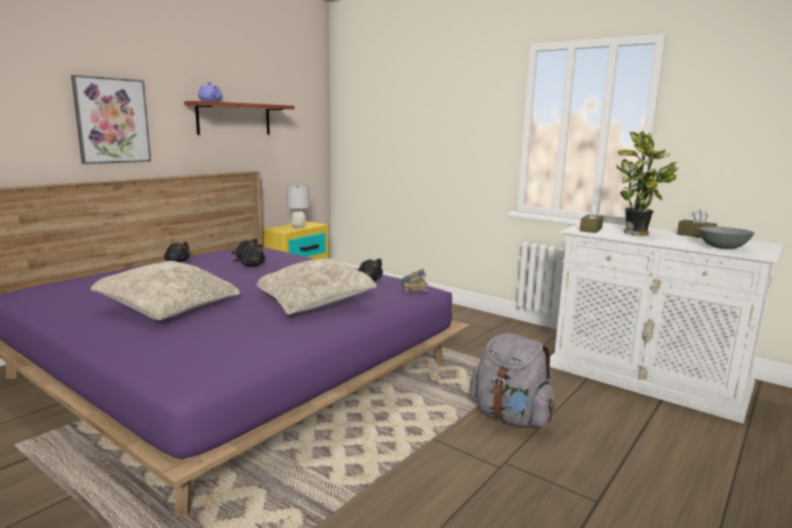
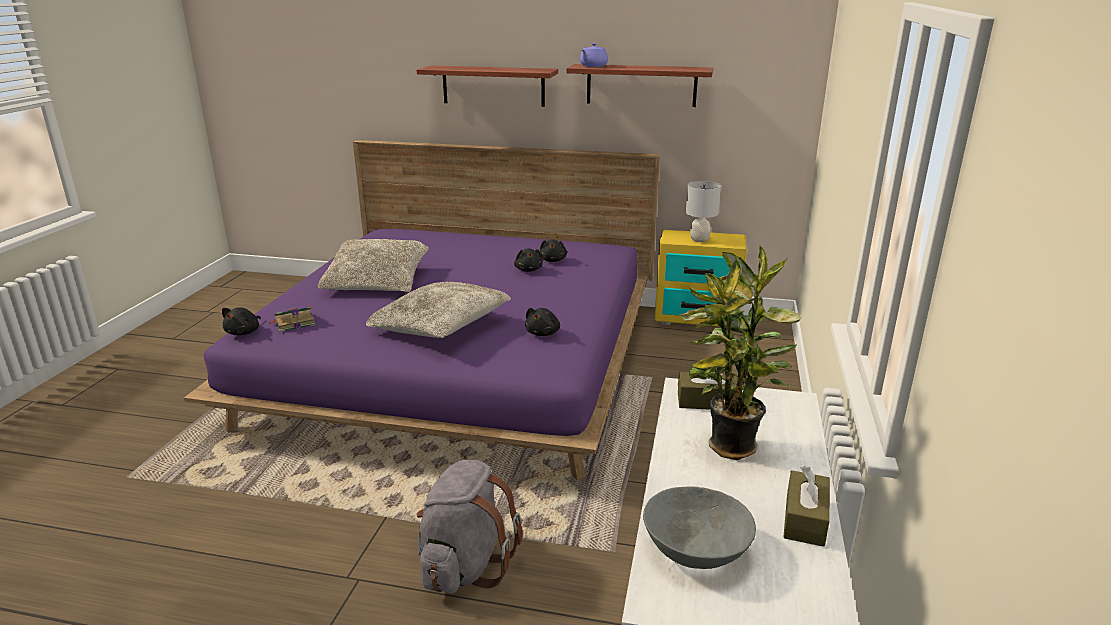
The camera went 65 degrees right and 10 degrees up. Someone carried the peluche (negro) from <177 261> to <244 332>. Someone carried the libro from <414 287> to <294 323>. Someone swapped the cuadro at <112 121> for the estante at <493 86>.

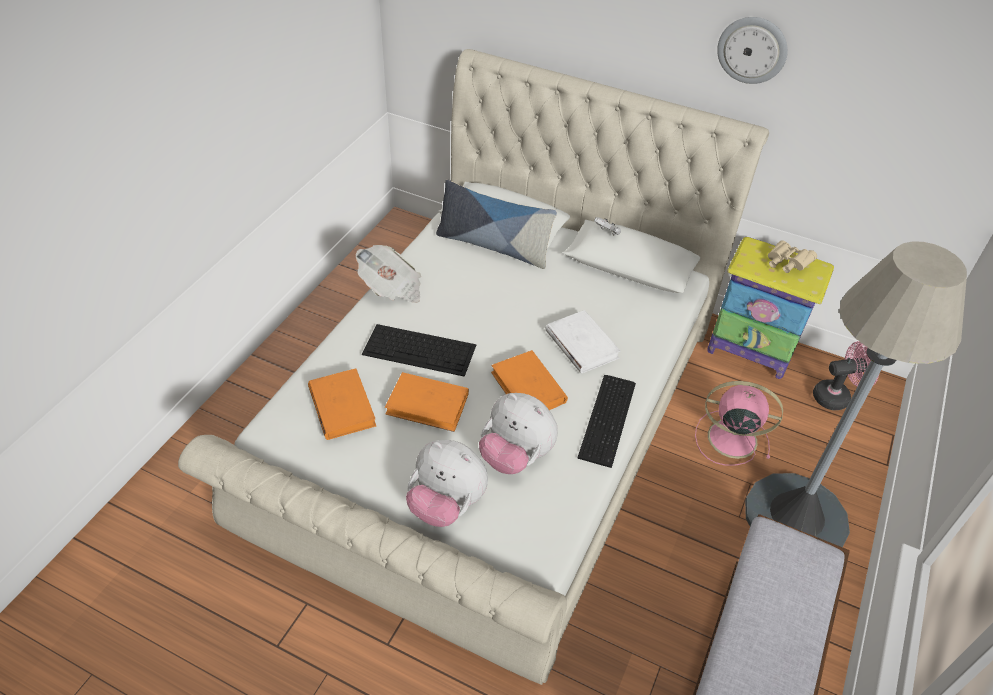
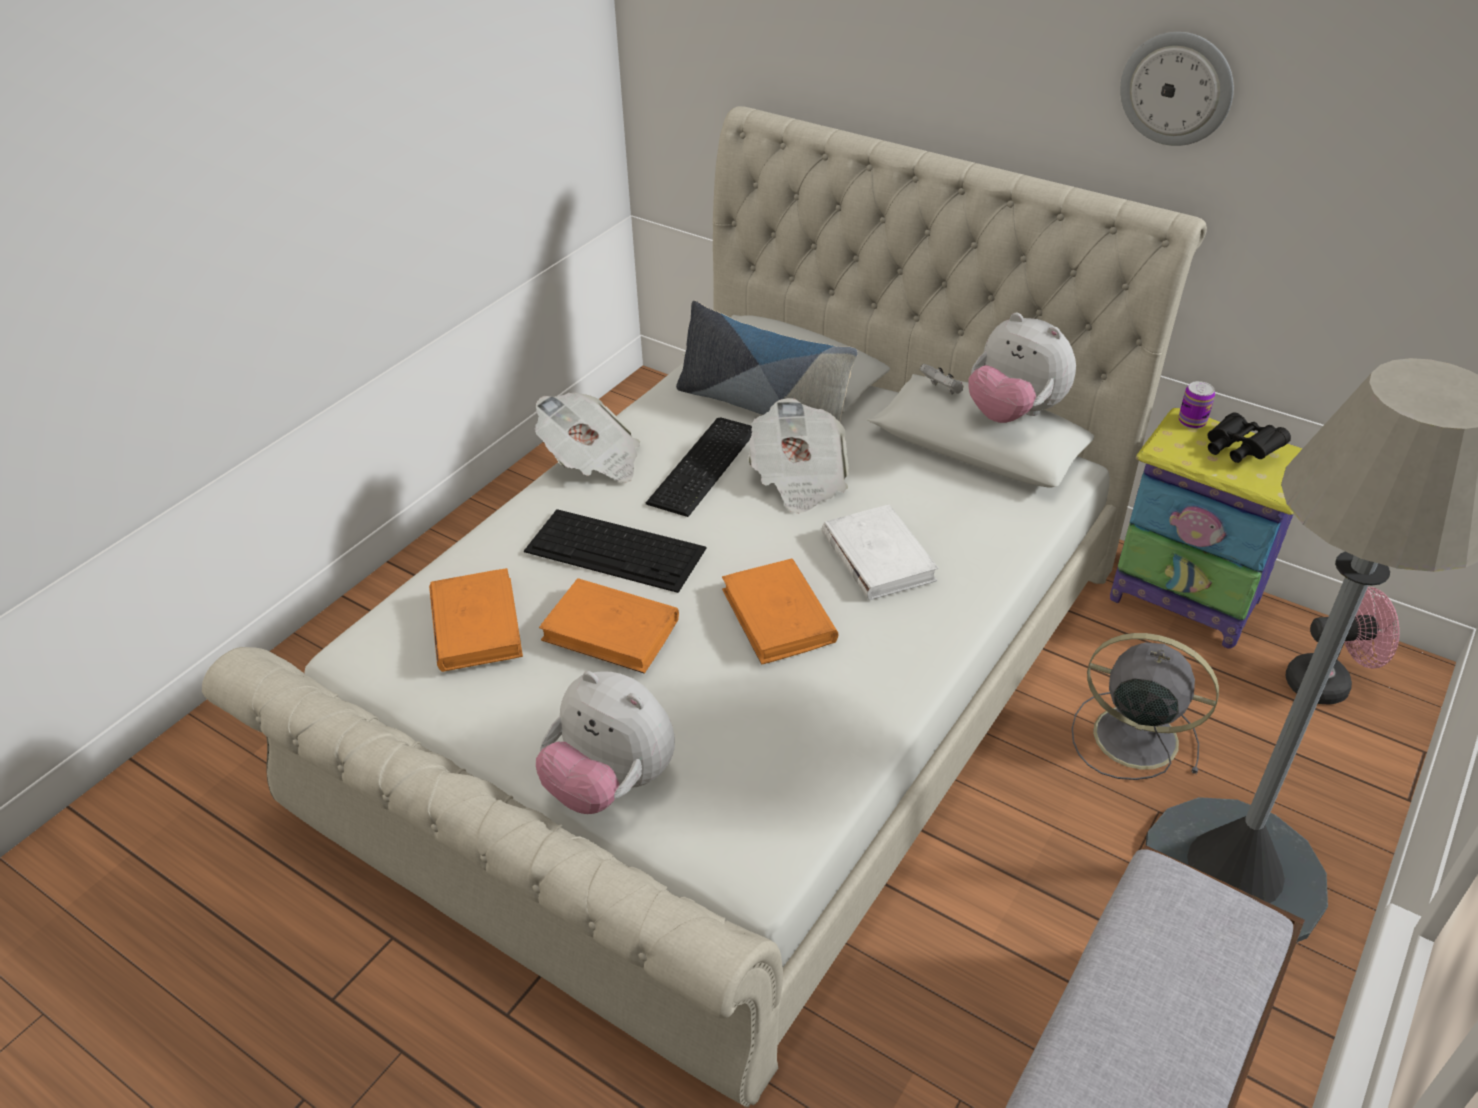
The camera went 10 degrees right and 5 degrees down. Someone put down the periódico at <798 479>. Someone put down the lata at <1192 421>. Someone carried the peluche from <515 456> to <1014 413>. Someone carried the teclado from <609 419> to <706 465>. Someone repainted the ventilador (rosa) at <729 438>, which became the ventilador (gris) at <1131 736>. Someone repainted the prismáticos (beis) at <786 264>, which became the prismáticos (negro) at <1239 450>.

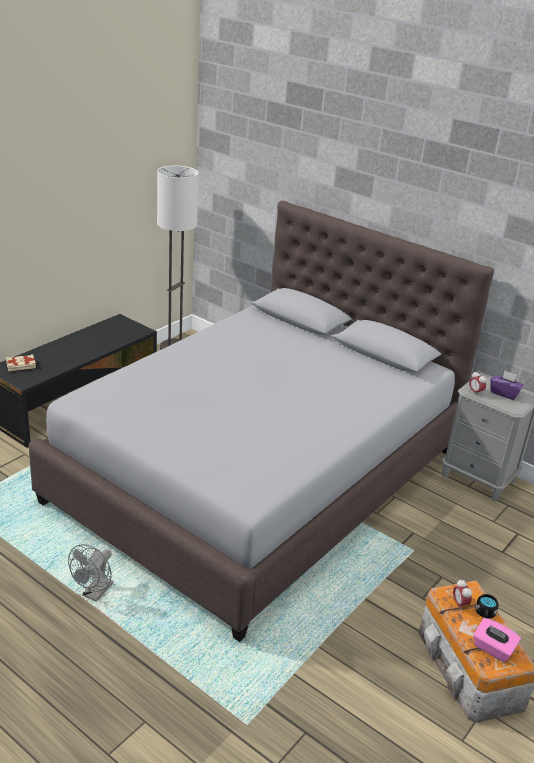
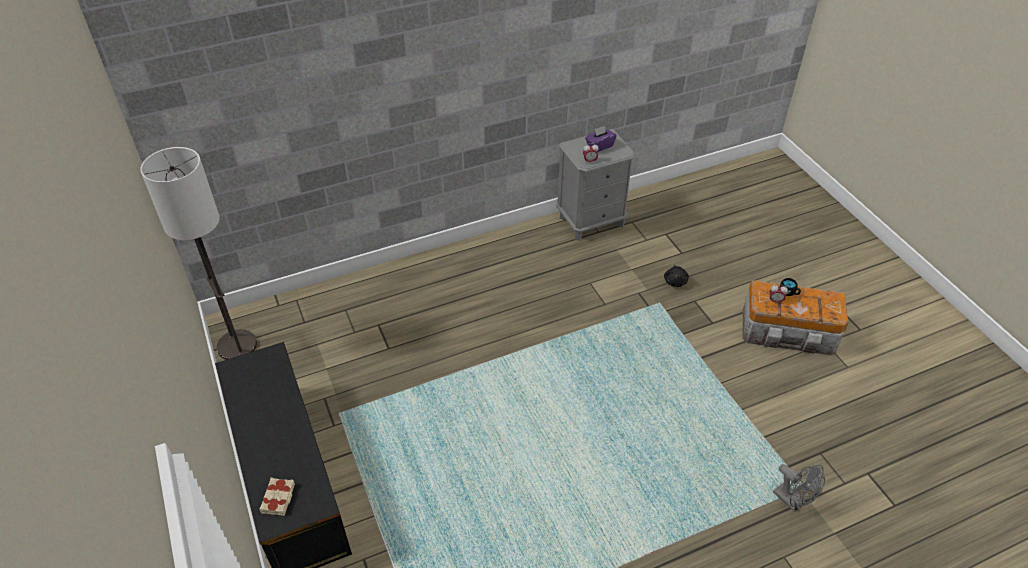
The camera went 60 degrees left and 15 degrees up. Someone took away the cama (gris) at <260 475>. Someone took away the caja de pañuelos (rosa) at <493 649>. Someone put down the peluche (negro) at <675 281>. Someone carried the ventilador (gris) from <95 593> to <792 501>.

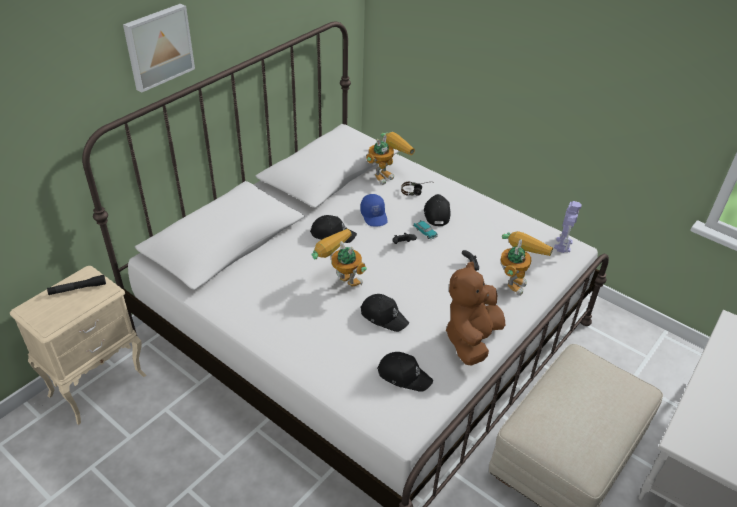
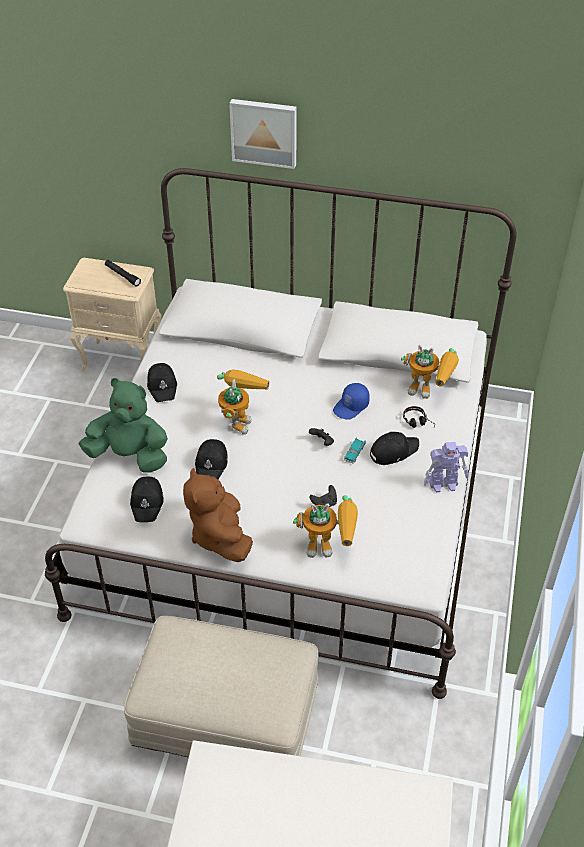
The camera went 65 degrees right and 5 degrees up. Someone put down the peluche (verde) at <130 455>. Someone carried the gorra (negro) from <332 234> to <162 386>. Someone carried the robot de juguete from <563 244> to <444 484>. Someone rotated the peluche (marrón) at <471 339> by 105 degrees counterclockwise.

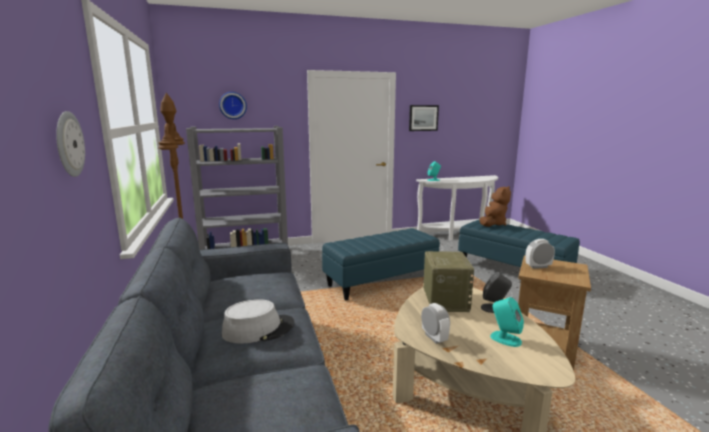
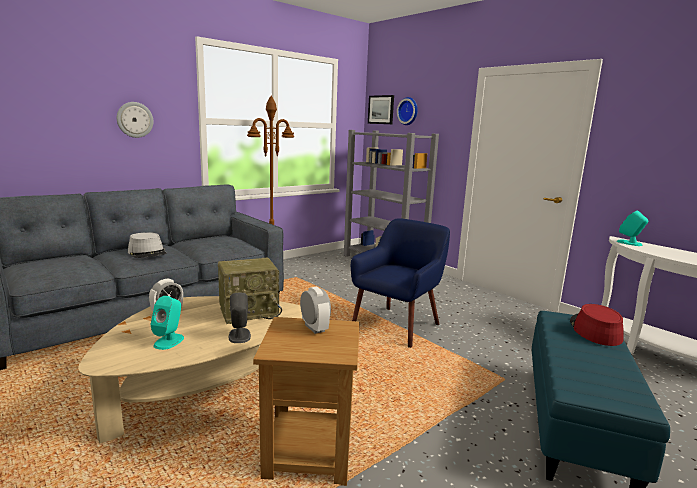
The camera went 65 degrees right and 0 degrees up. Someone carried the cuadro from <423 118> to <381 109>. Someone swapped the puf (azul) at <381 282> for the sillón (azul) at <397 325>. Someone swapped the peluche (marrón) at <493 224> for the sombrero (rojo) at <594 330>.

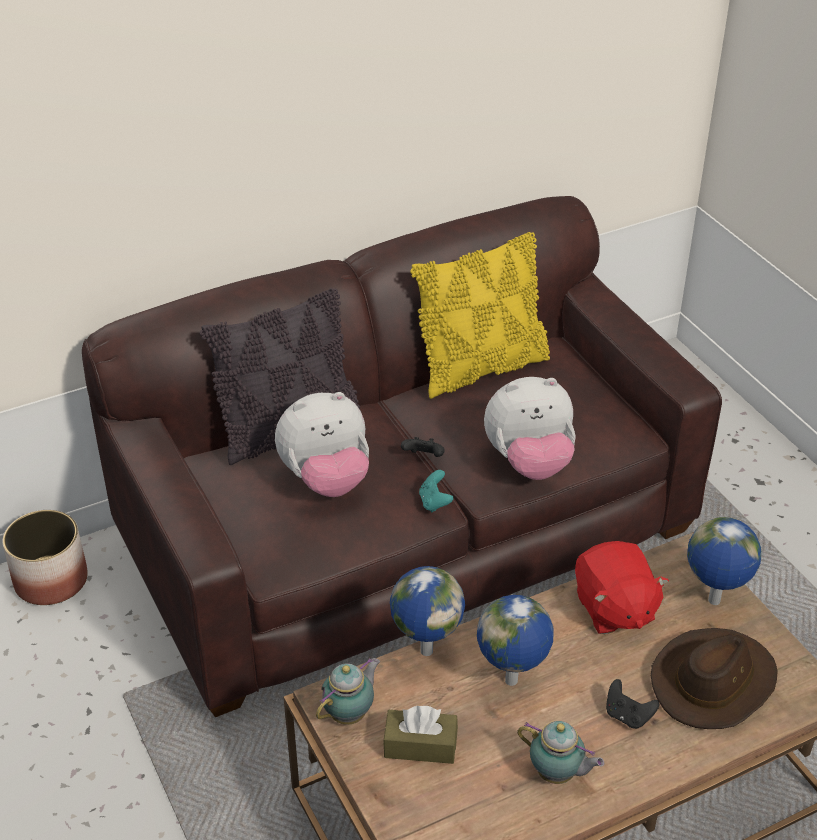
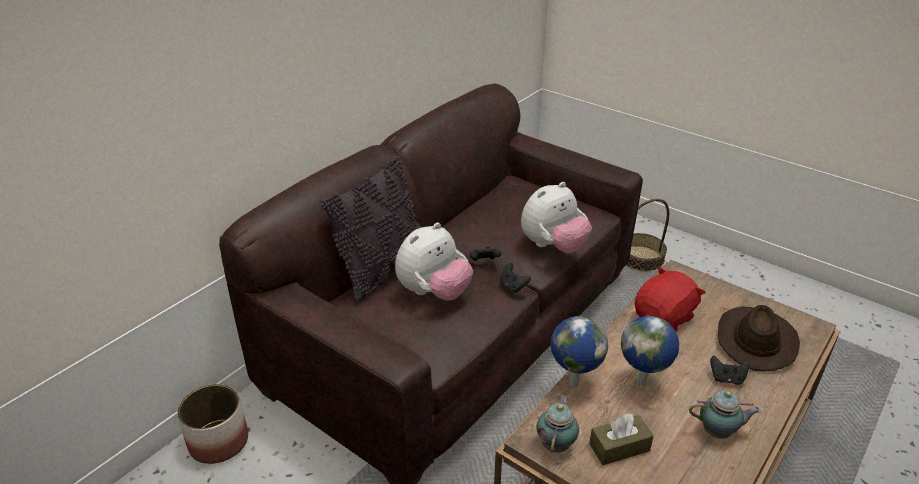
The camera went 25 degrees left and 5 degrees down. Someone took away the cojín (amarillo) at <480 368>. Someone took away the globo terráqueo at <714 602>. Someone put down the cesta at <641 258>. Someone repainted the mando de consola (turquesa) at <434 502>, which became the mando de consola (negro) at <513 286>. Someone rotated the peluche (rojo) at <614 609> by 90 degrees counterclockwise.

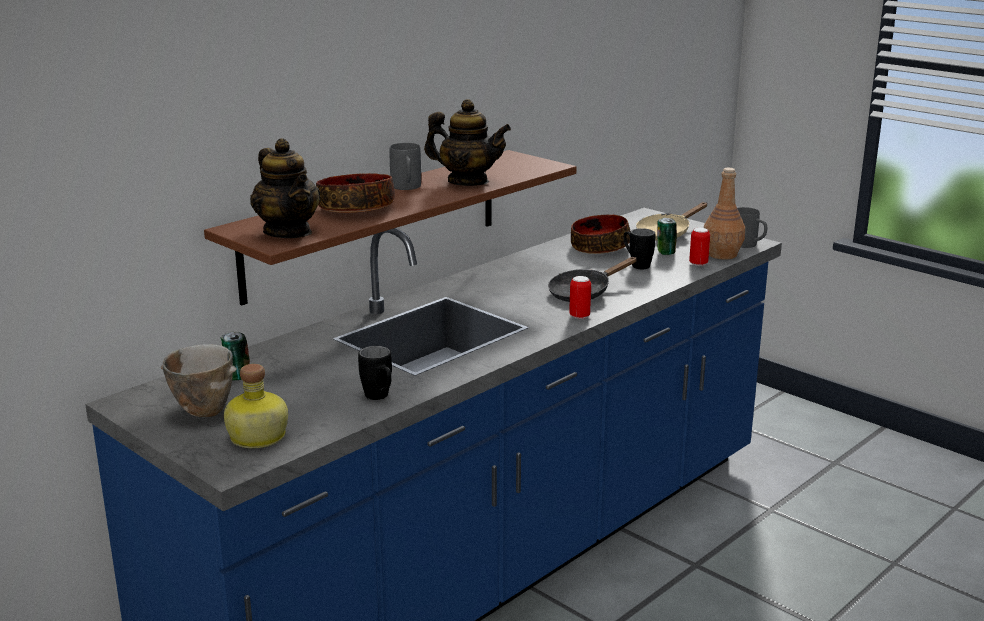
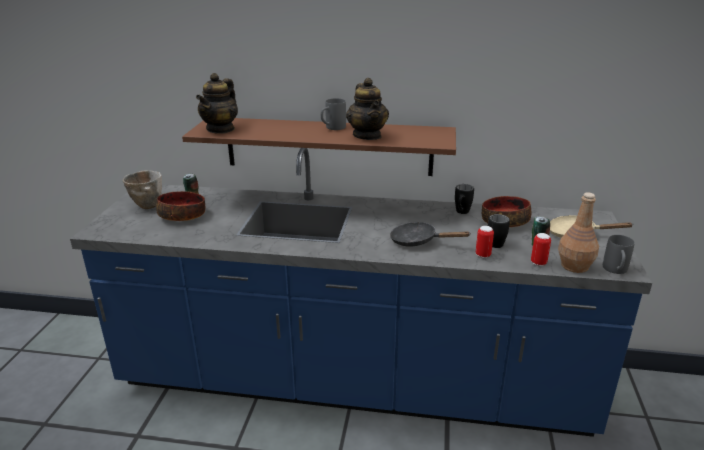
The camera went 55 degrees right and 5 degrees up. Someone took away the botella at <256 437>. Someone carried the cuenco from <357 209> to <183 215>. Someone carried the taza grande (negro) from <380 398> to <461 213>. Someone carried the lata from <579 316> to <483 255>.

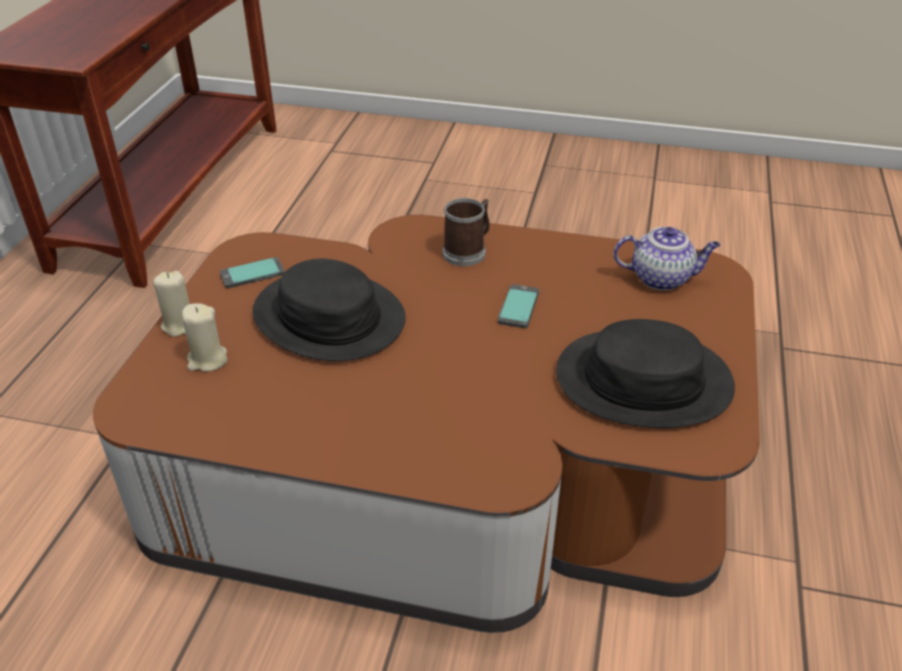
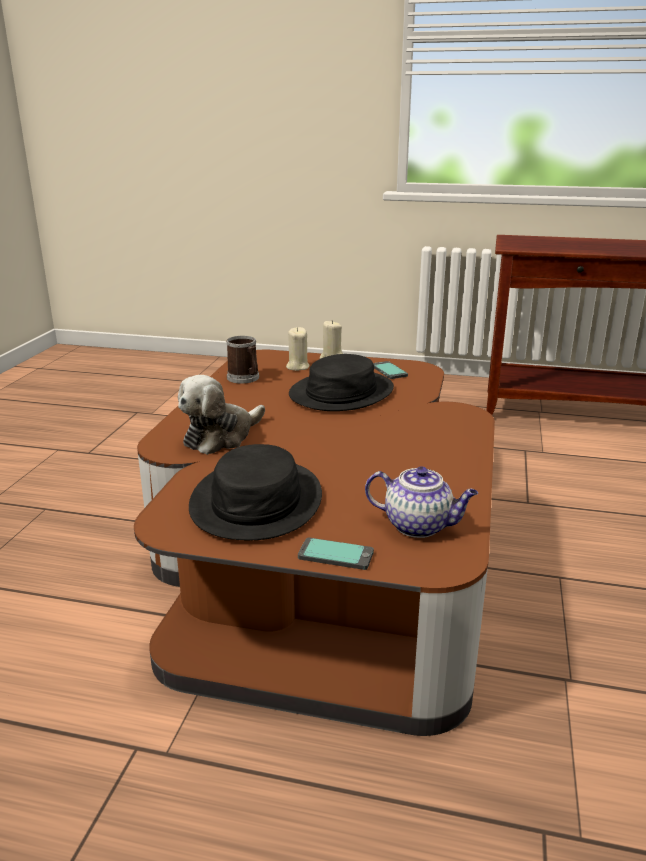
The camera went 90 degrees right and 15 degrees down. Someone put down the peluche at <221 437>. Someone carried the taza grande from <468 251> to <245 378>. Someone carried the móvil from <518 307> to <336 555>. Someone rotated the tetera at <662 278> by 75 degrees counterclockwise.

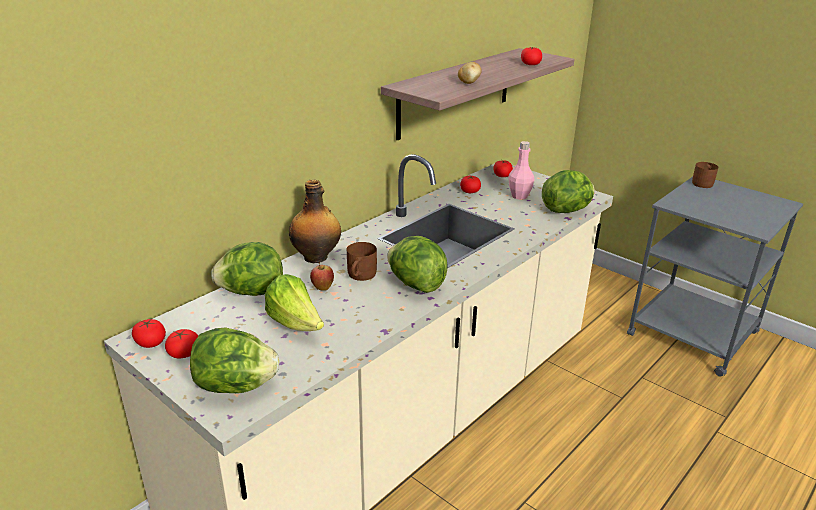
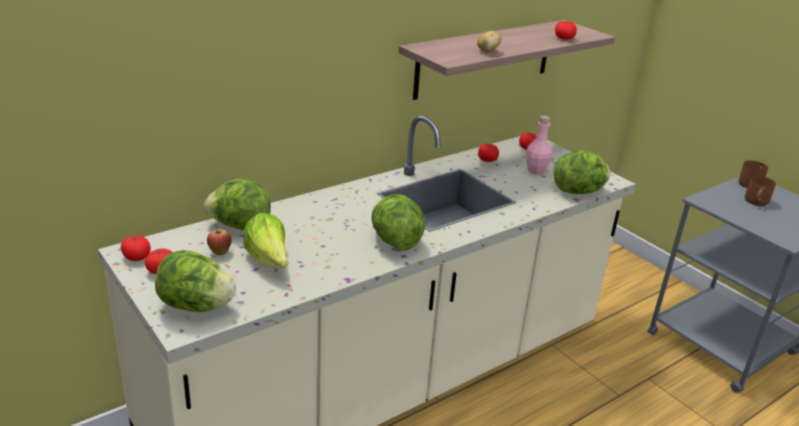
The camera went 10 degrees right and 0 degrees up. Someone took away the botella at <316 257>. Someone carried the manzana from <322 288> to <220 252>. Someone carried the taza grande (marrón) from <360 275> to <755 202>.

